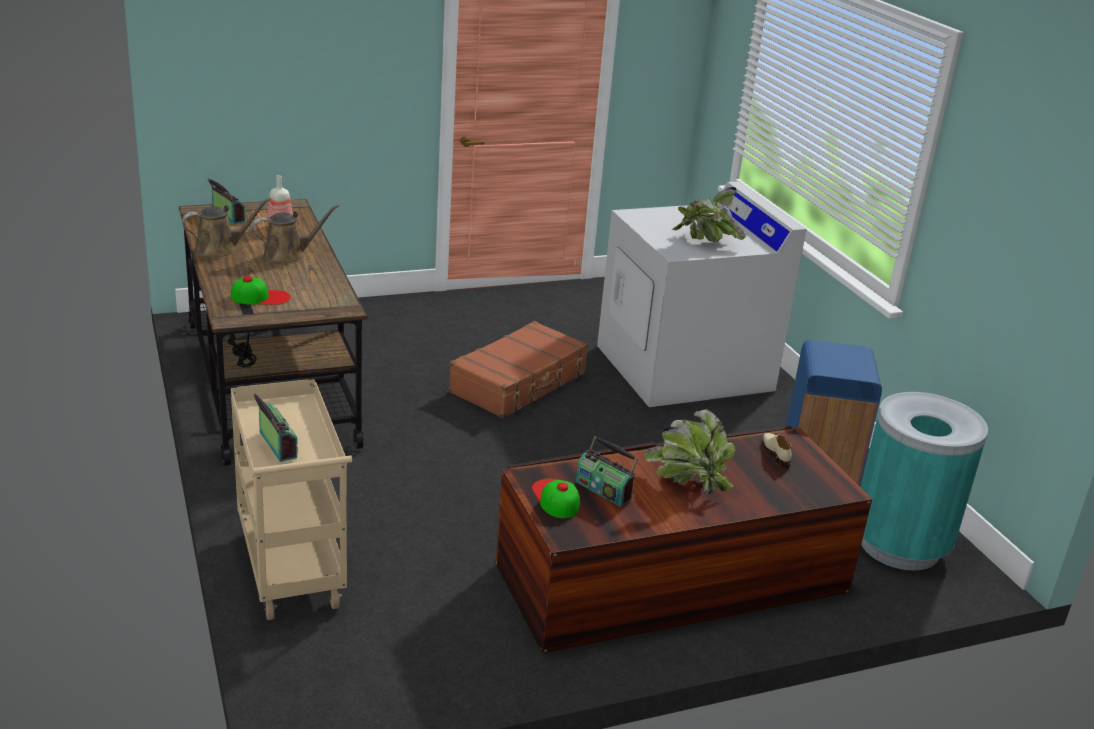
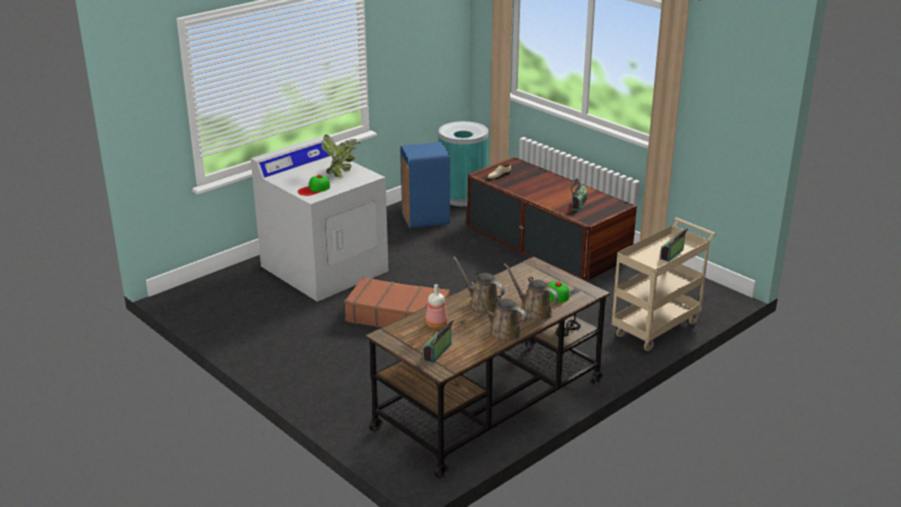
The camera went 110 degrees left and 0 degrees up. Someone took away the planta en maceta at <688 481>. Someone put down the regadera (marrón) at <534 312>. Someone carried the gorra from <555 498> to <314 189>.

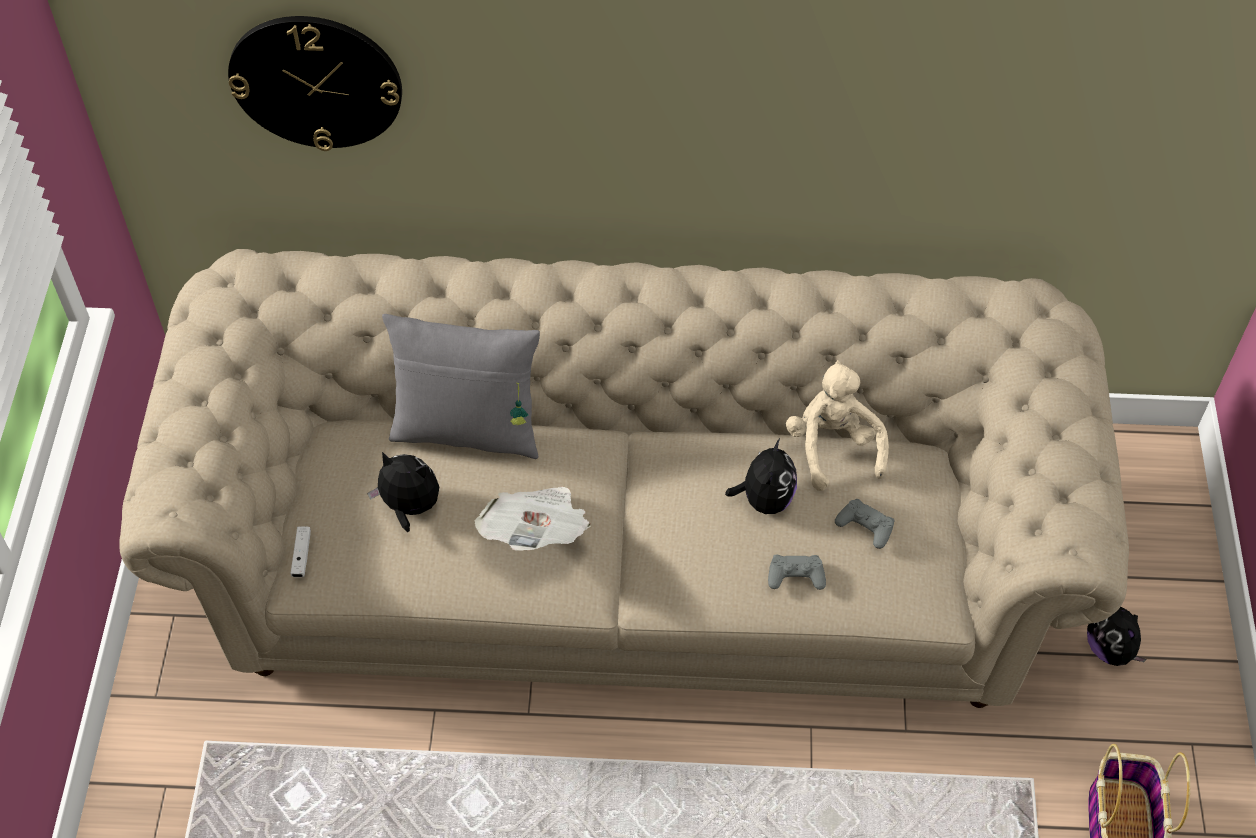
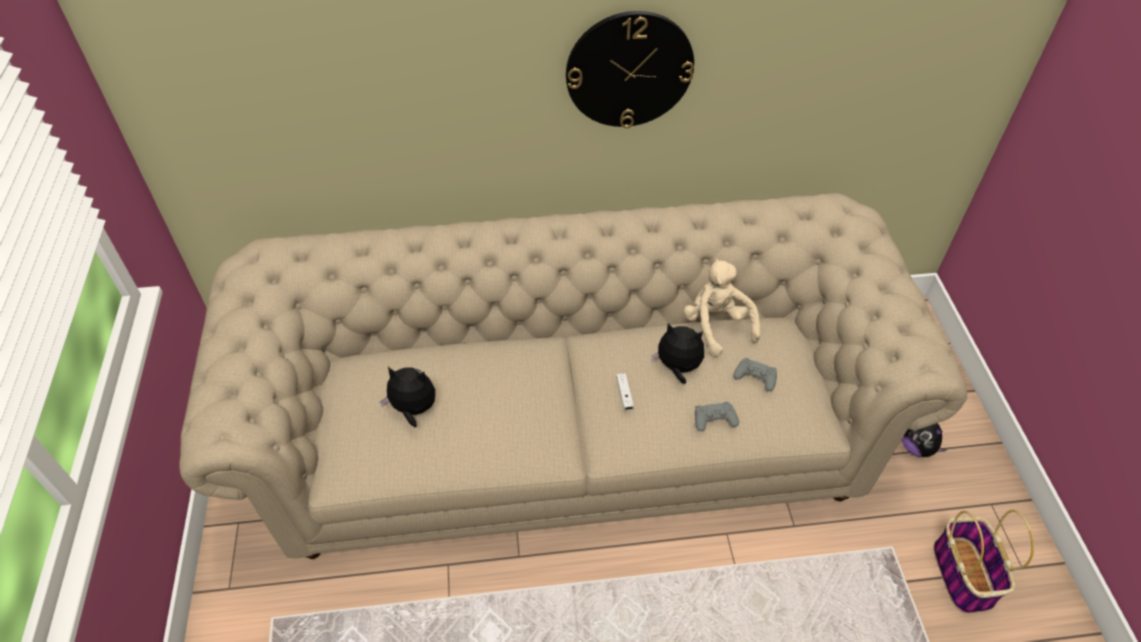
The camera went 10 degrees left and 5 degrees down. Someone took away the cojín (gris) at <467 431>. Someone took away the periódico at <536 533>. Someone carried the reloj de pared from <316 81> to <629 70>. Someone carried the mando de consola (blanco) from <301 555> to <624 394>. Someone rotated the peluche at <764 499> by 75 degrees counterclockwise.

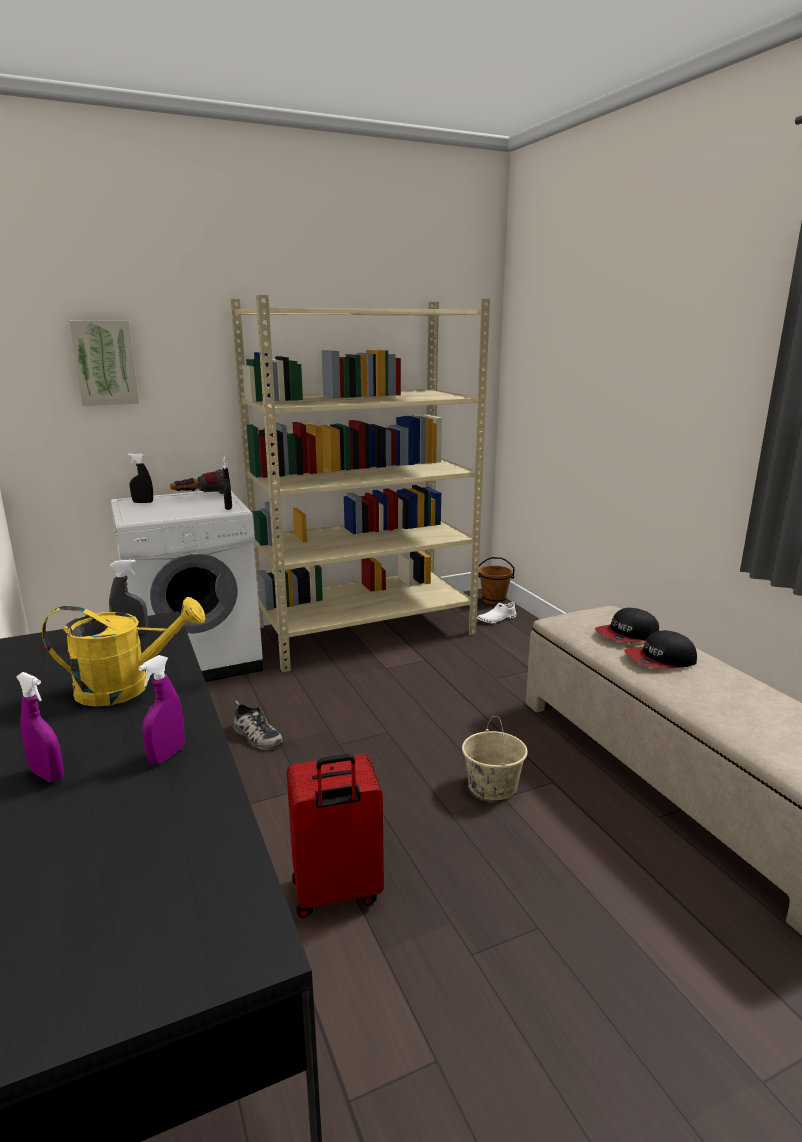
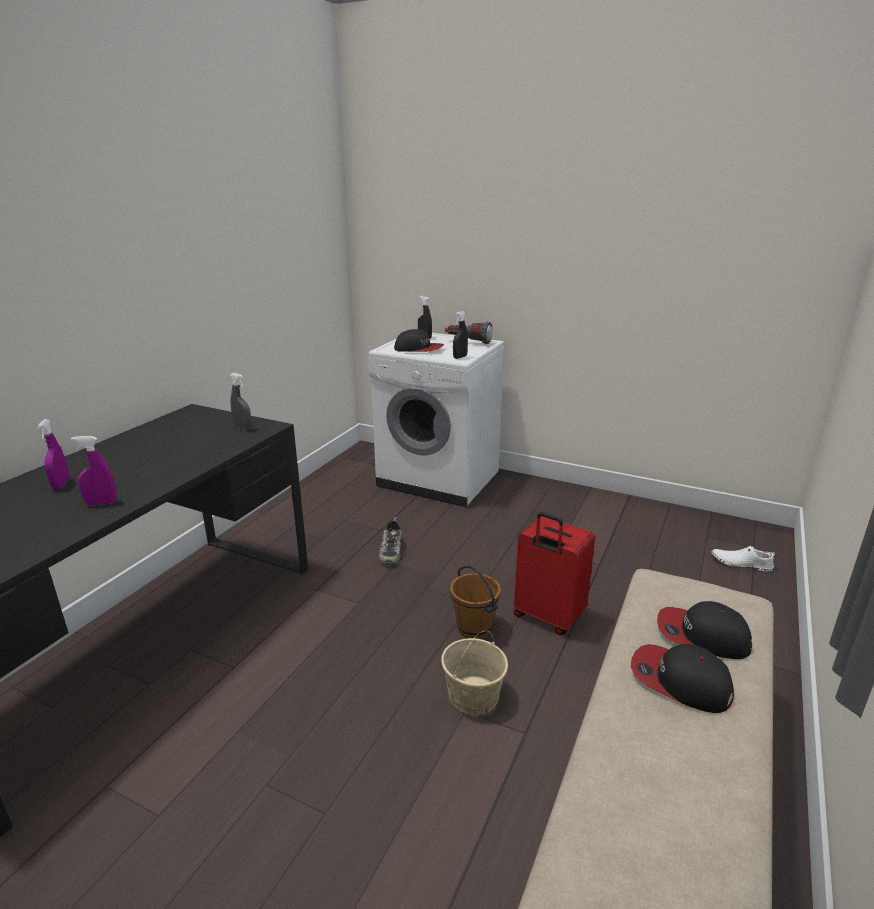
The camera went 50 degrees right and 5 degrees up. Someone took away the regadera (amarillo) at <127 687>. Someone took away the cuadro at <105 363>. Someone took away the estantería (beis) at <365 631>. Someone put down the gorra at <419 349>. Someone carried the maleta (rojo) from <336 893> to <547 617>. Someone carried the cubo (marrón) from <494 601> to <473 628>.

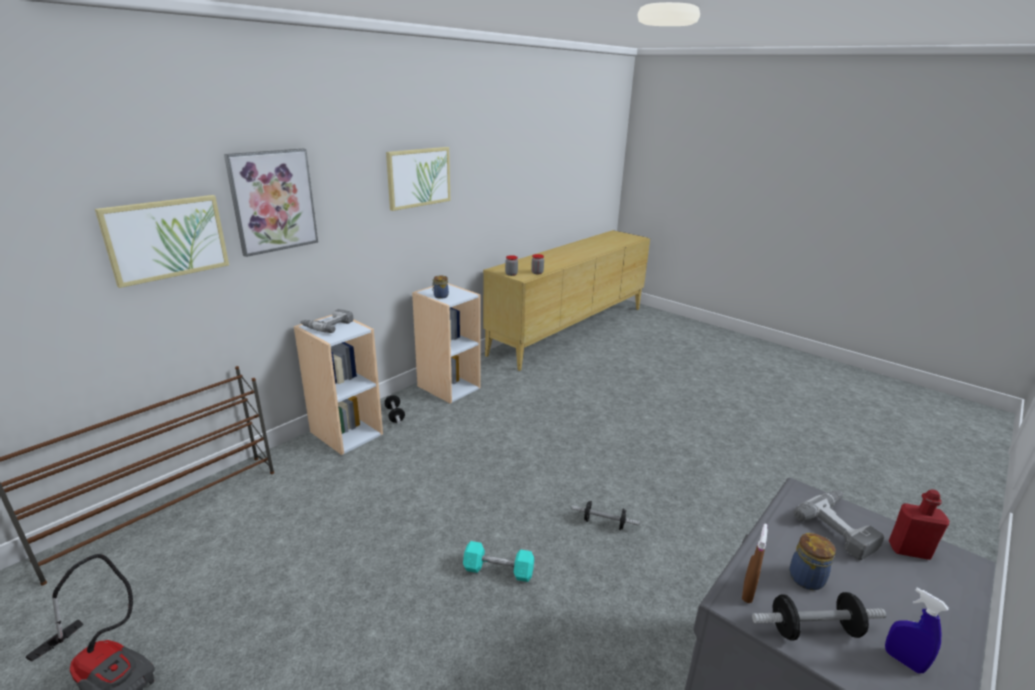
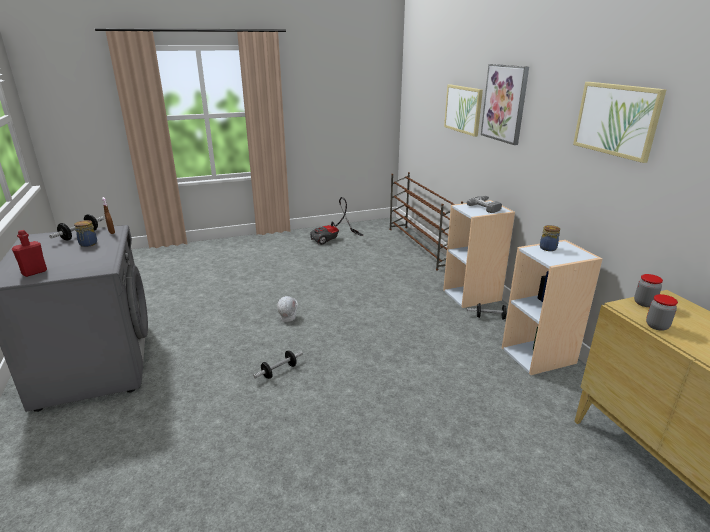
The camera went 120 degrees right and 0 degrees up. Someone took away the taladro at <842 527>. Someone took away the pulverizador (azul) at <903 661>. Someone swapped the mancuerna (turquesa) at <498 570> for the casco (blanco) at <288 318>.

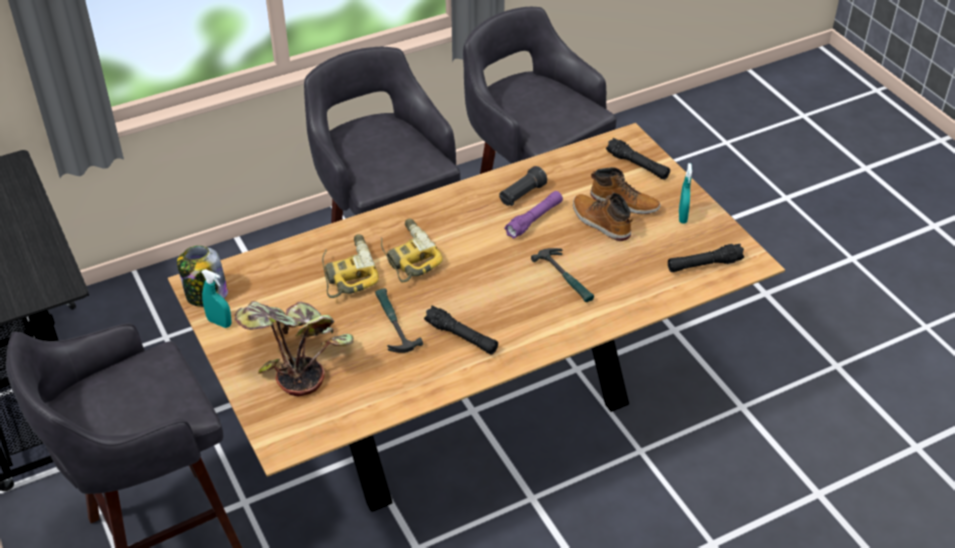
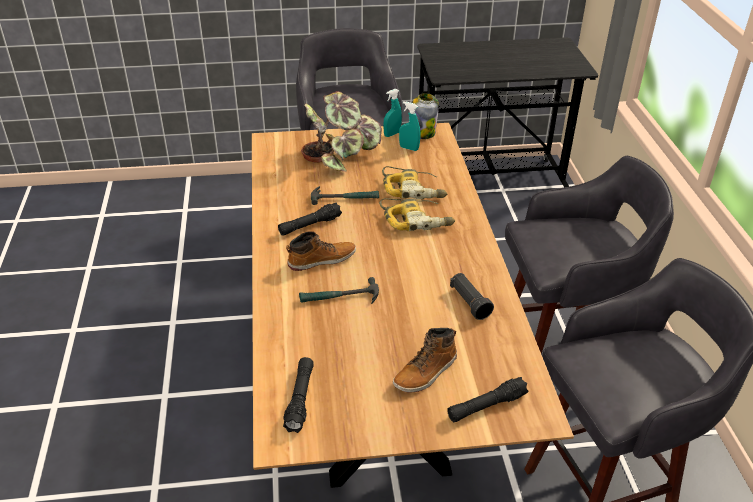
The camera went 110 degrees right and 5 degrees down. Someone took away the linterna (morado) at <534 220>. Someone carried the bota from <600 222> to <321 260>. Someone carried the pulverizador (turquesa) from <682 216> to <409 148>.

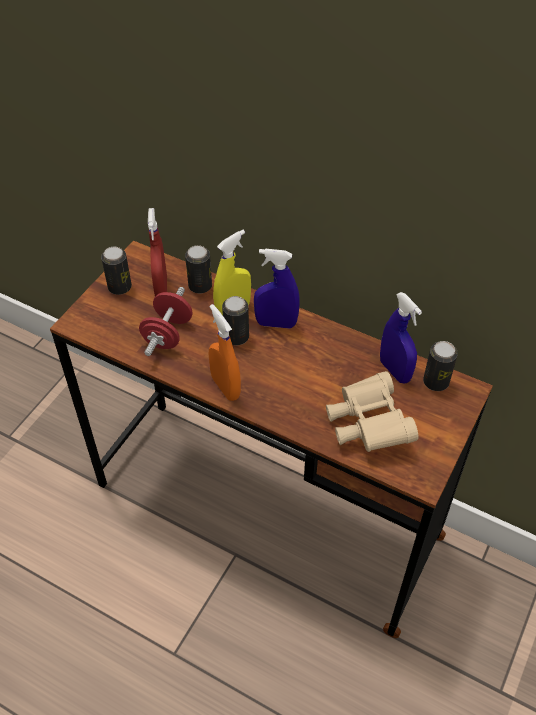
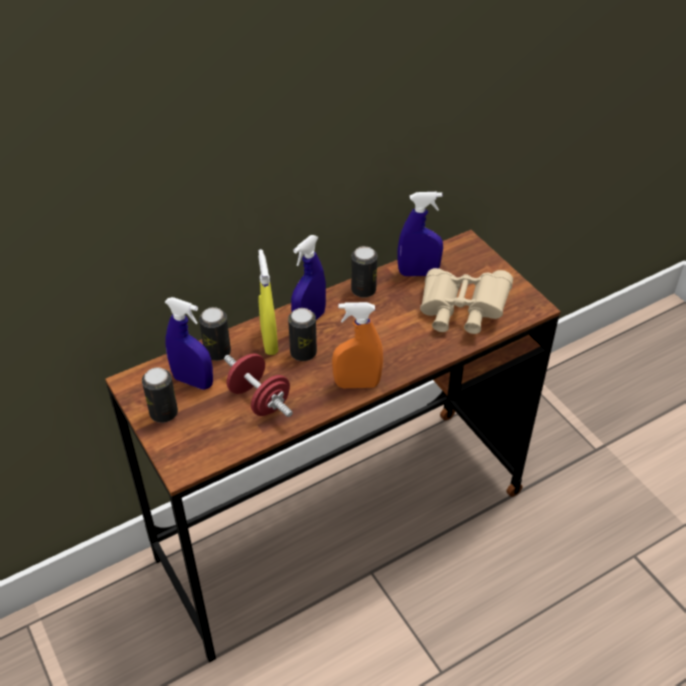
The camera went 60 degrees left and 5 degrees down. Someone carried the lata from <436 382> to <363 290>. Someone repainted the pulverizador (rojo) at <161 287>, which became the pulverizador (azul) at <193 381>.

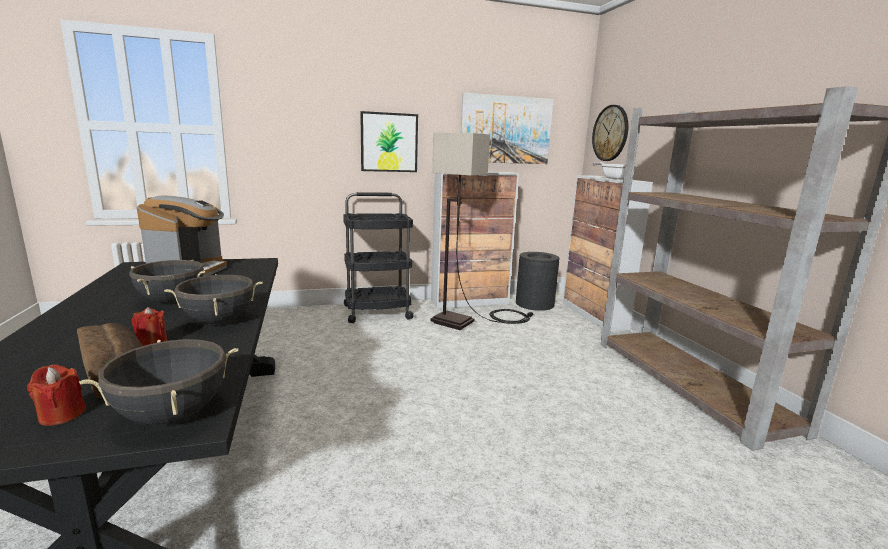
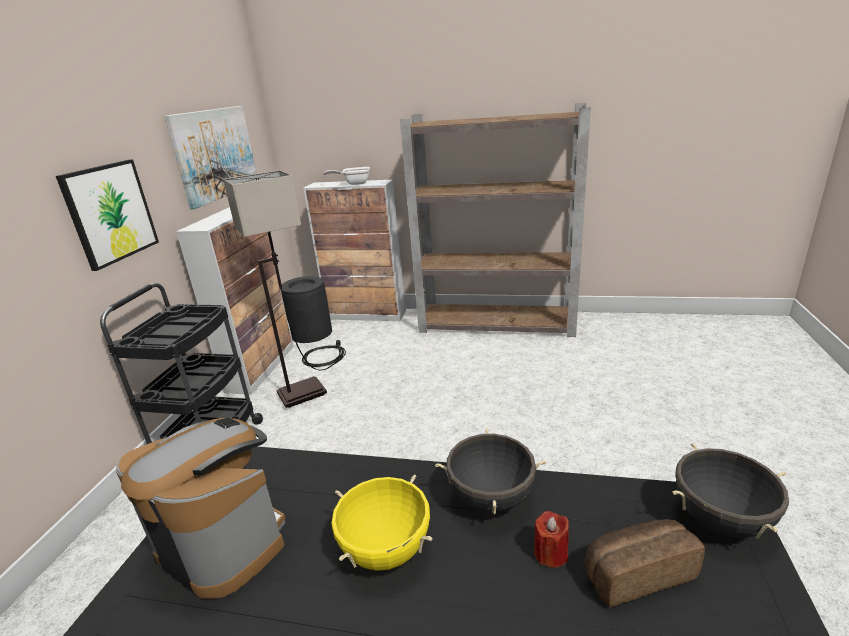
The camera went 60 degrees left and 10 degrees up. Someone took away the vela (rojo) at <61 415>. Someone took away the reloj de pared at <610 133>. Someone repainted the olla (negro) at <171 301>, which became the olla (amarillo) at <386 550>.

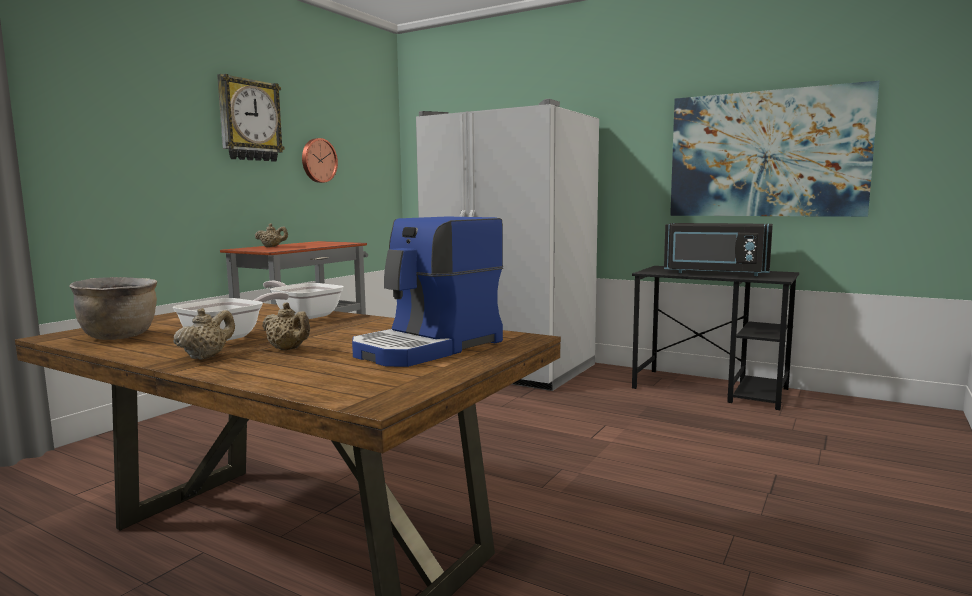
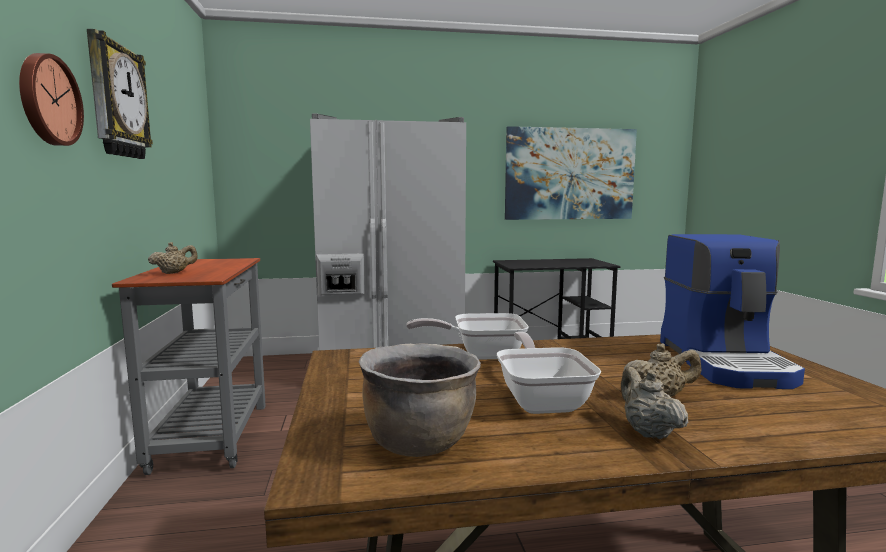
The camera went 40 degrees left and 0 degrees up. Someone took away the microondas (negro) at <715 273>. Someone carried the reloj de pared from <318 160> to <48 100>.

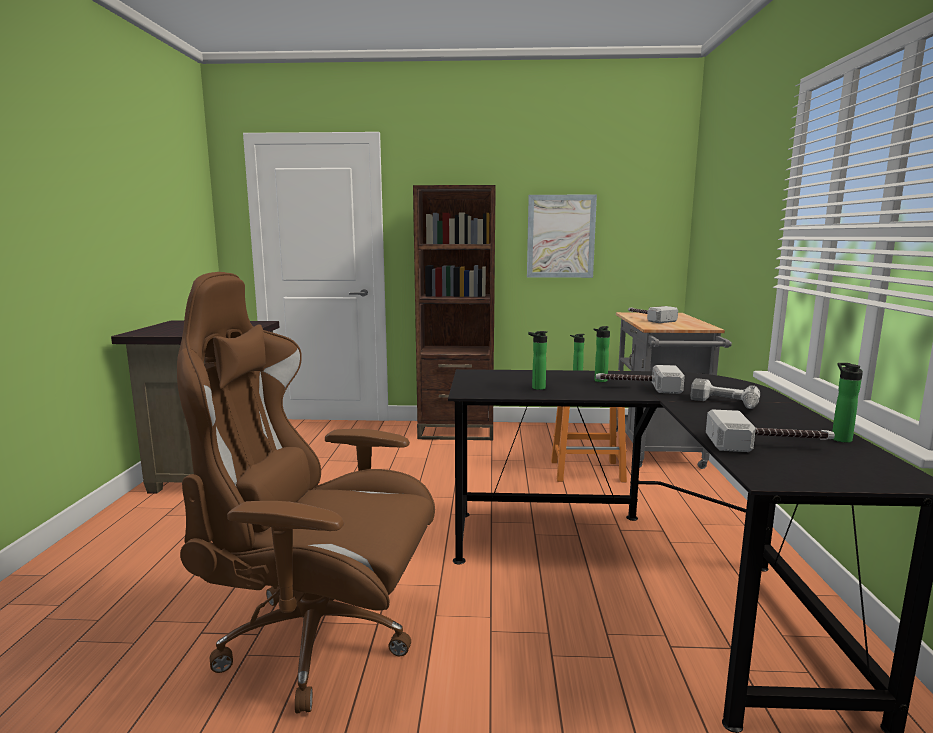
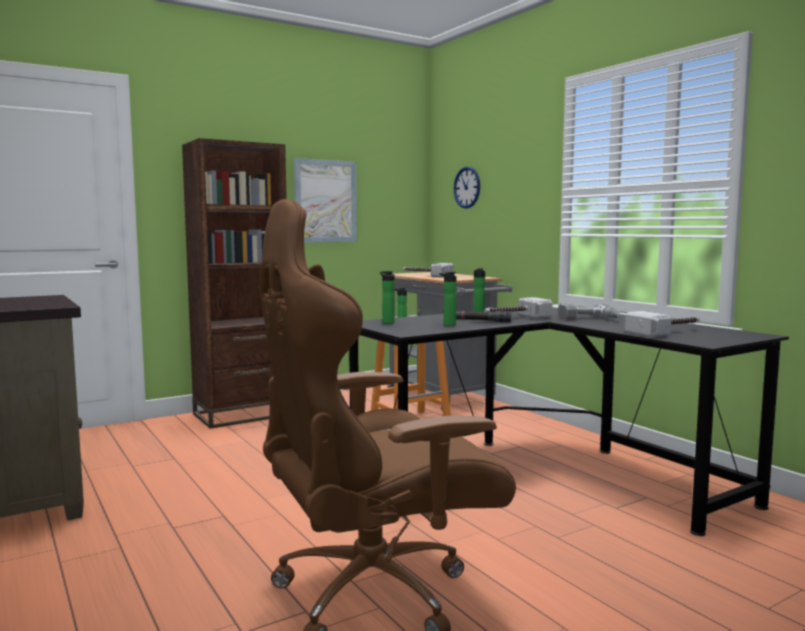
The camera went 35 degrees left and 5 degrees down. Someone put up the reloj de pared at <467 187>. Someone put down the linterna (negro) at <482 321>. Someone carried the botella from <839 438> to <387 322>.

